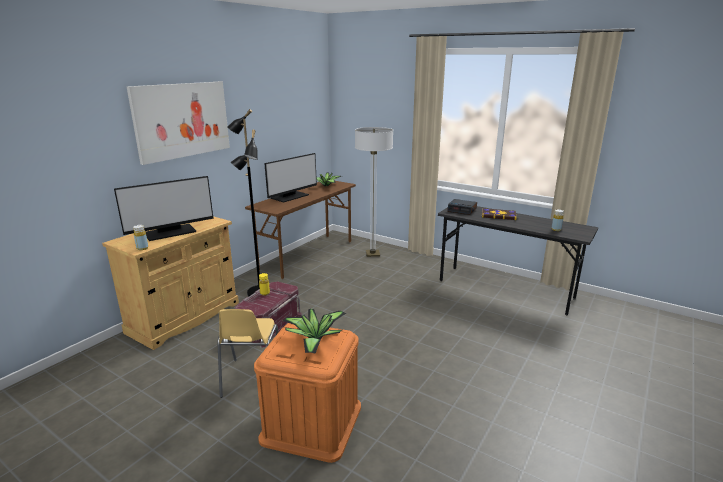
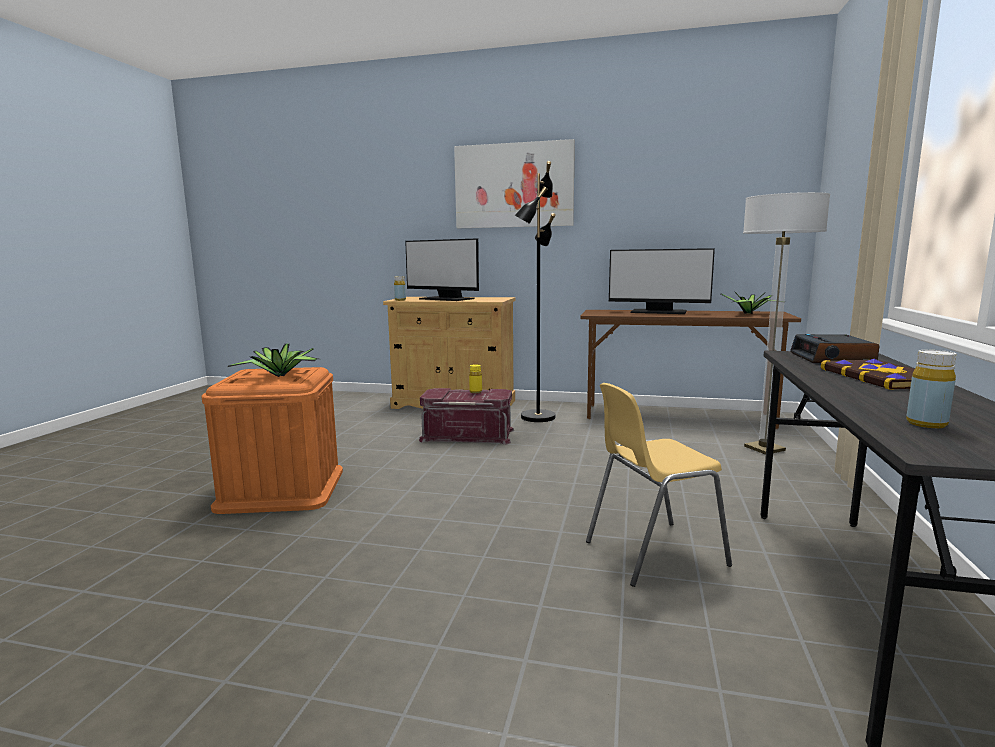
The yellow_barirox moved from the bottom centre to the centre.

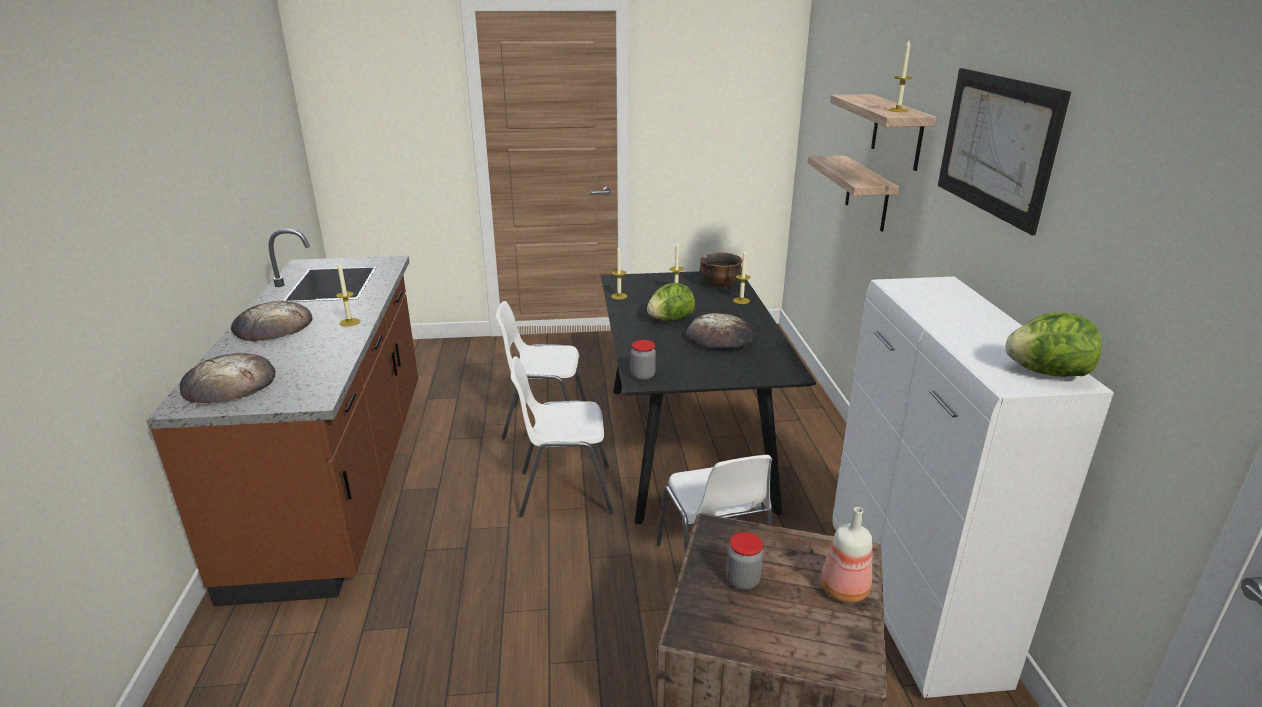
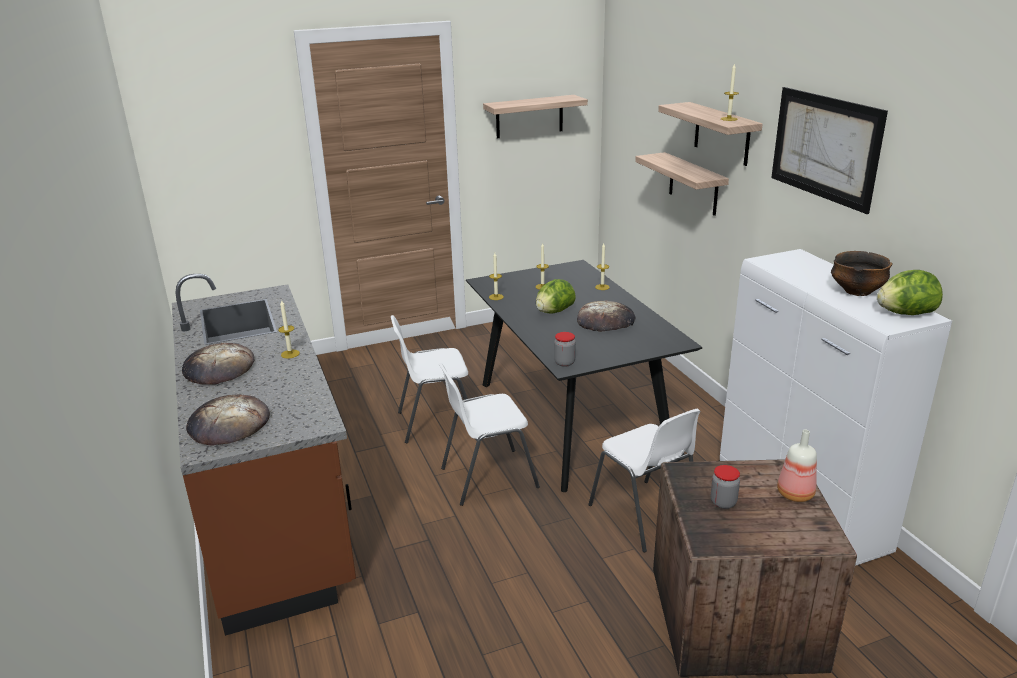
The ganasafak moved from the centre to the middle right.
The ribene (1st from left) at the top centre appeared.

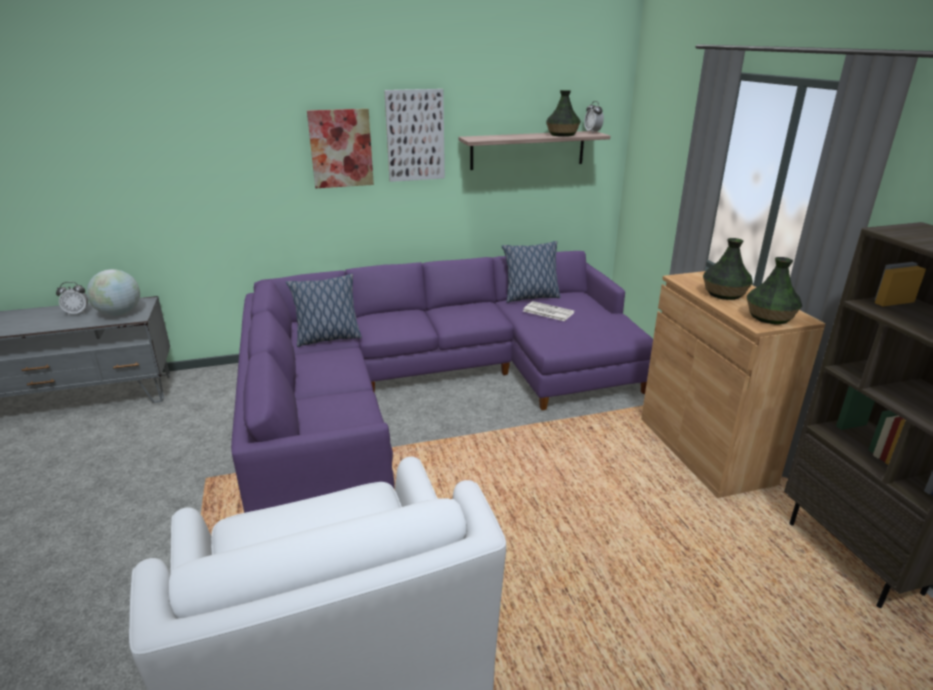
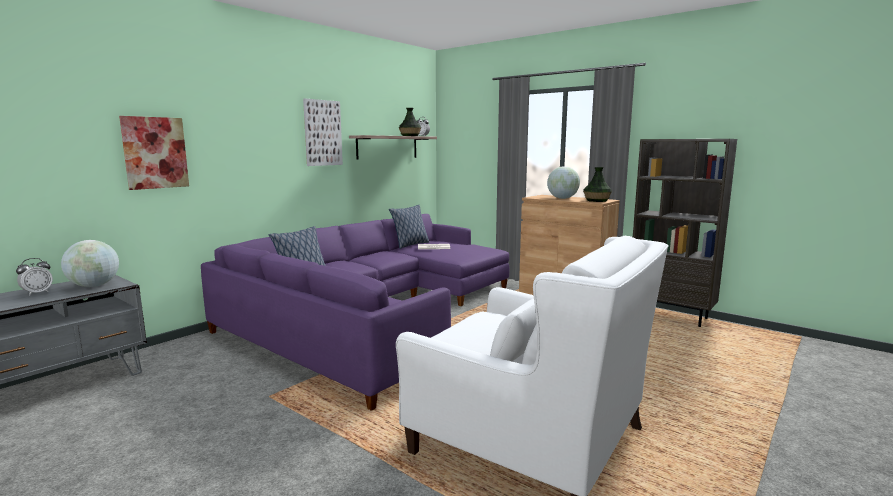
The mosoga (1st from left) moved from the top centre to the top left.
The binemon (2nd from left) at the middle right was replaced by the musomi (2nd from left) at the centre.

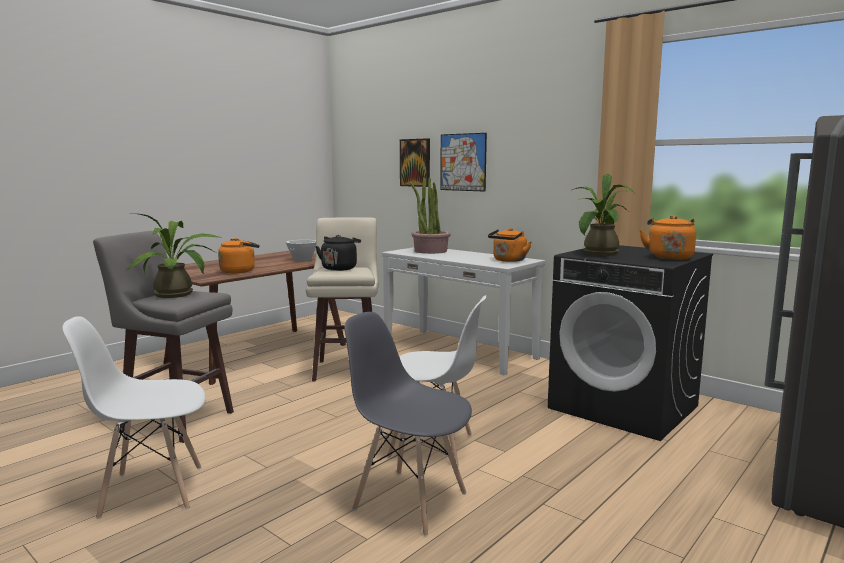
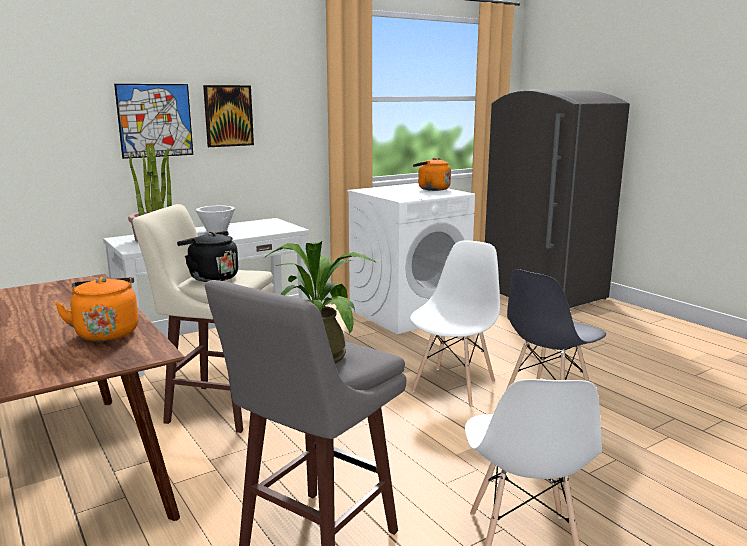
The white_ganasafak moved from the centre to the middle left.
The mosoga (1st from left in the first image) moved from the top centre to the top left.
The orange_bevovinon (2nd from left) at the centre disappeared.
The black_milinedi at the middle right became the white_milinedi at the centre.
The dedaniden (3rd from left) at the middle right disappeared.

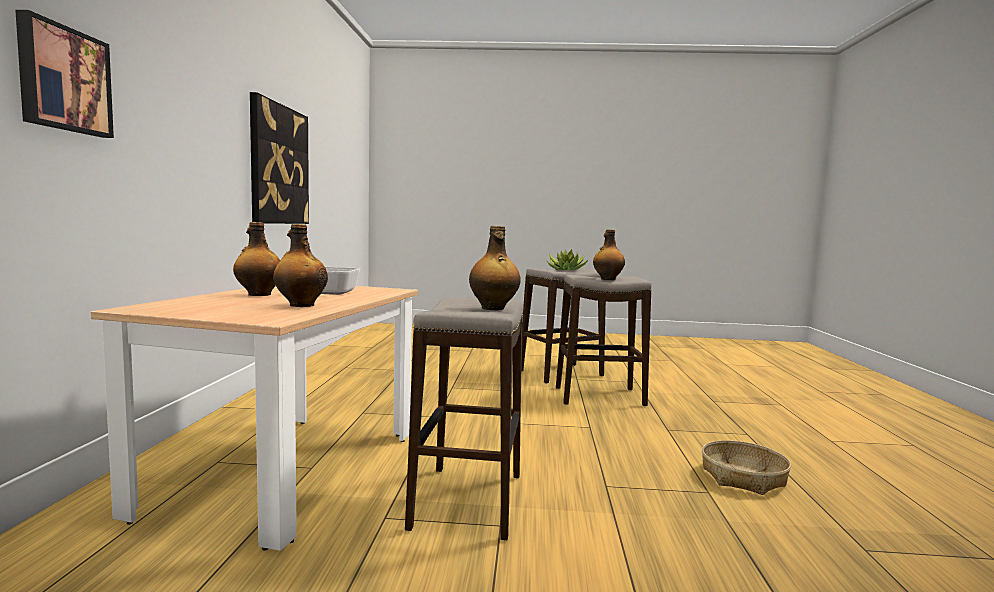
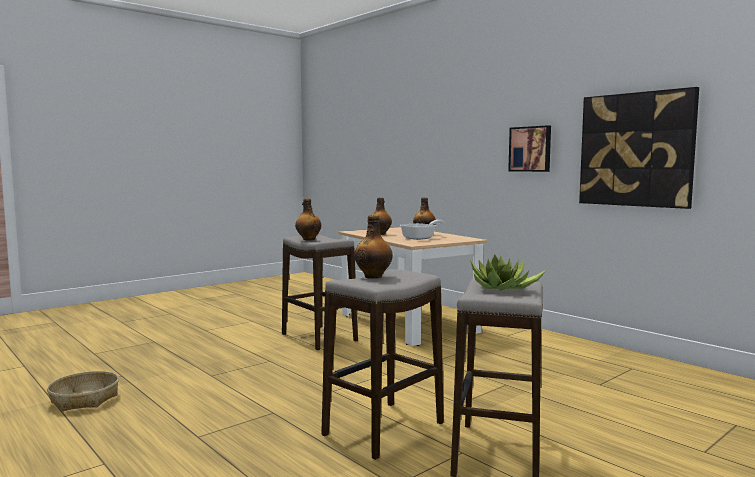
The mosoga (1st from left) moved from the top left to the top right.
The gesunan moved from the bottom right to the bottom left.

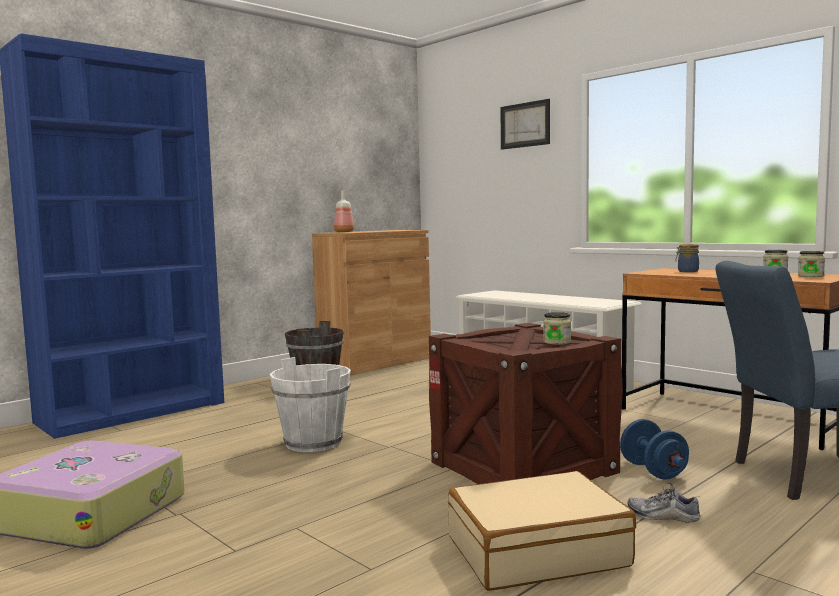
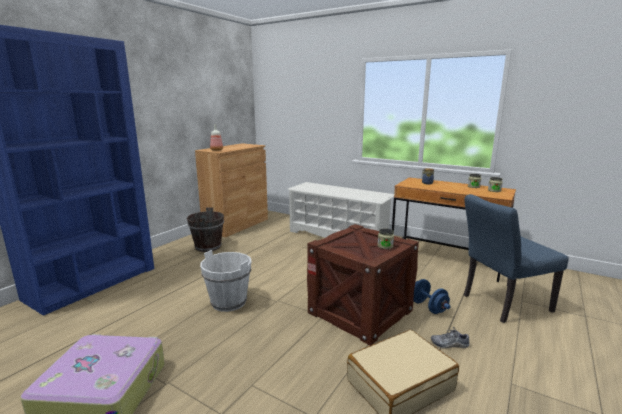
The mosoga at the top centre disappeared.

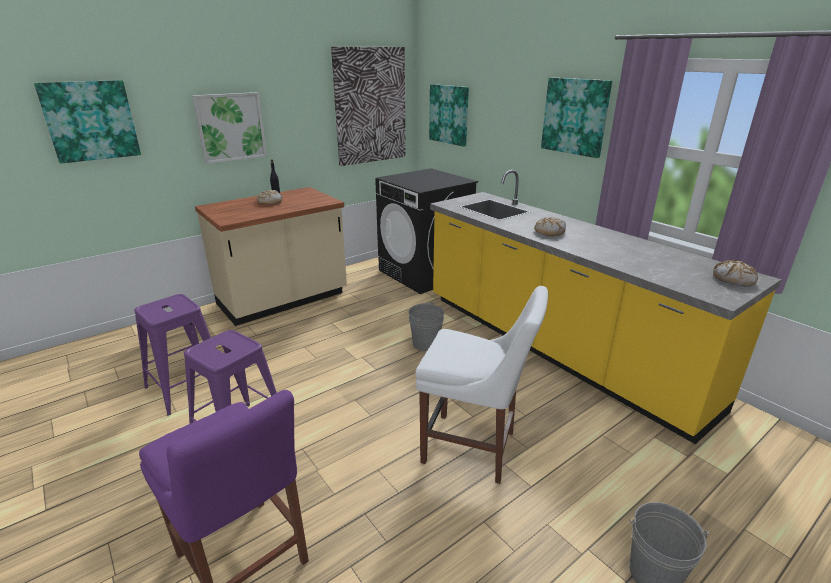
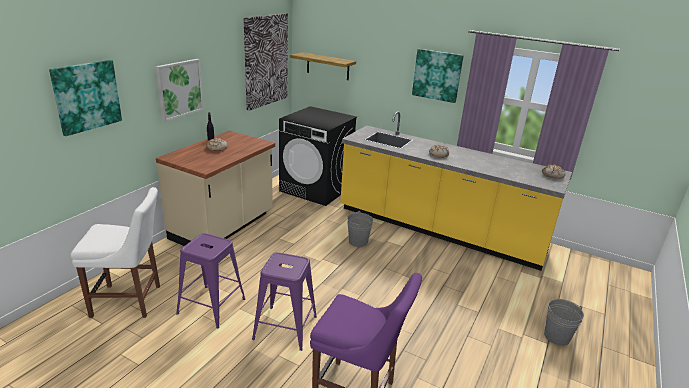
The white_barirox moved from the centre to the middle left.
The mosoga (4th from left) at the top centre was replaced by the ribene at the top centre.

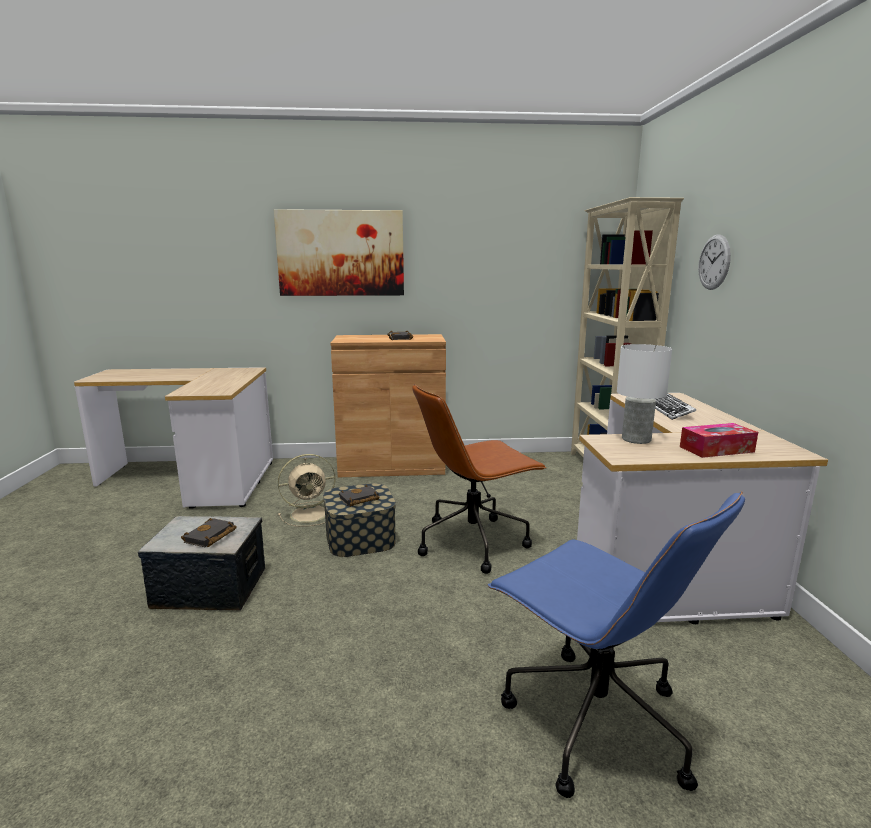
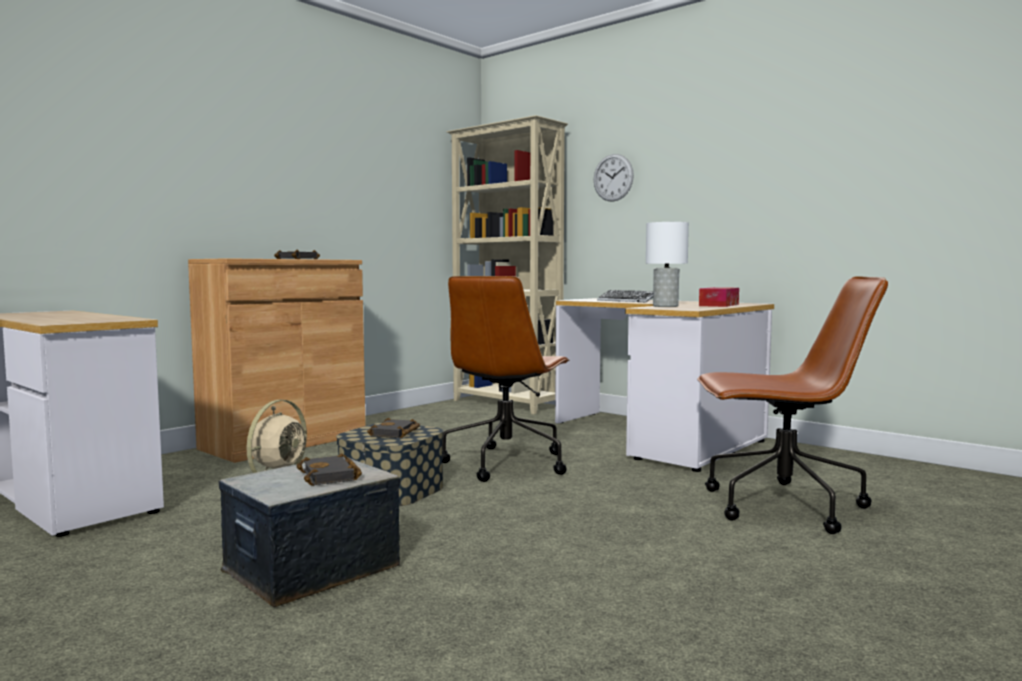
The mosoga at the top centre disappeared.
The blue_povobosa at the bottom right became the brown_povobosa (2nd from left) at the middle right.

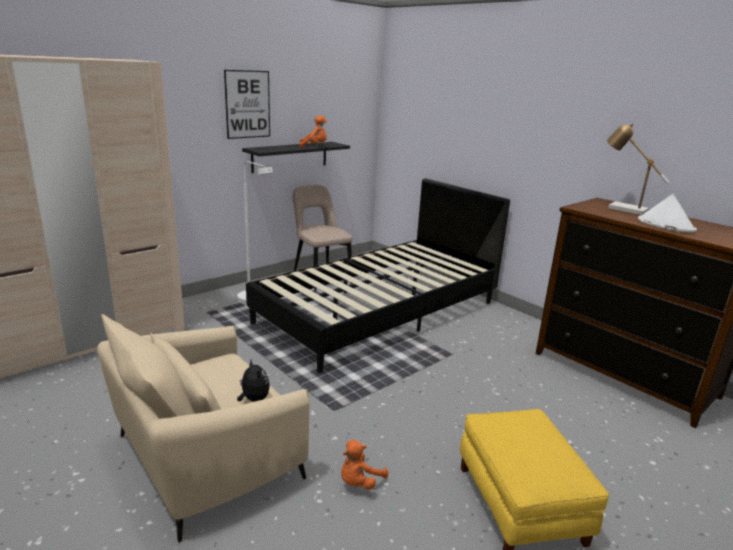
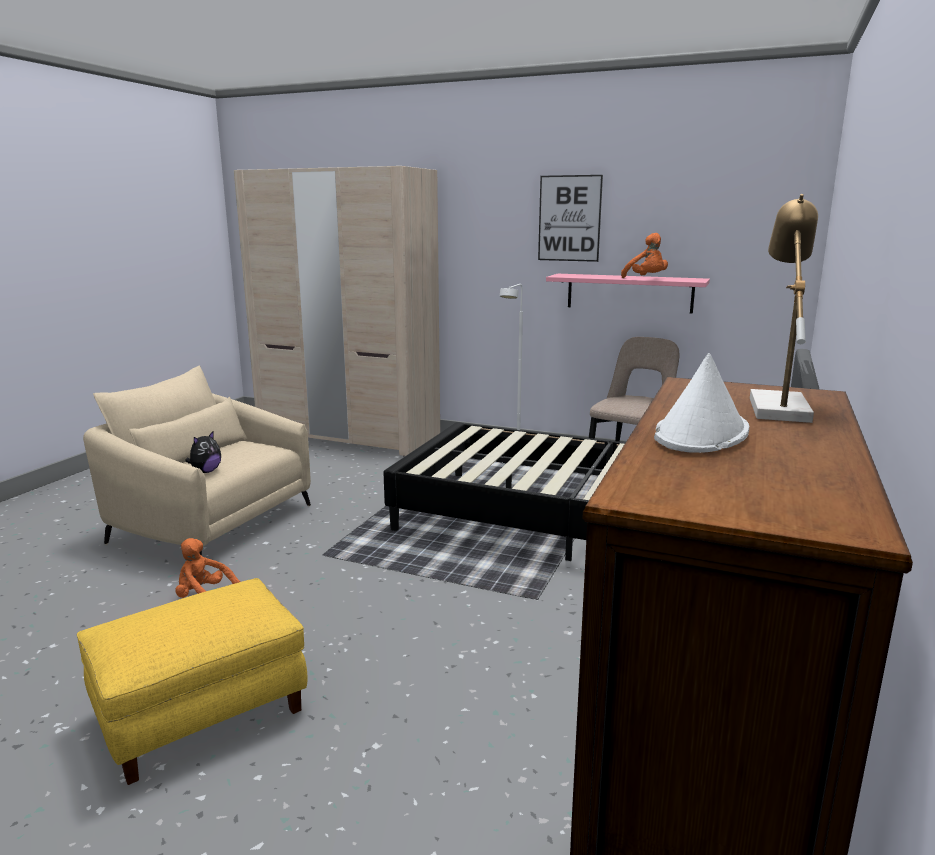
The black_ribene at the top centre became the pink_ribene at the middle right.

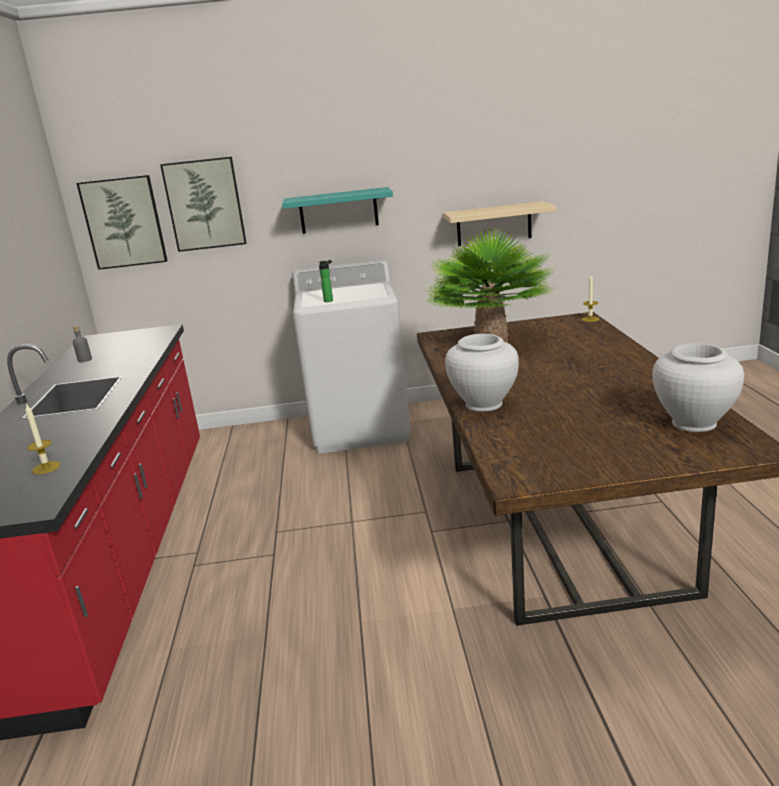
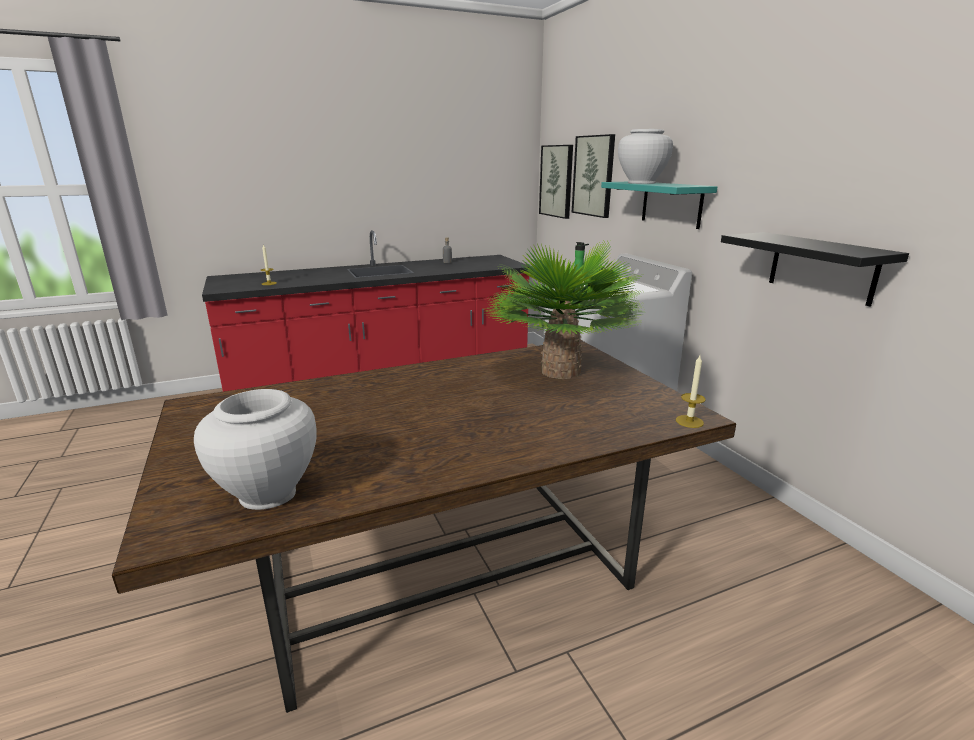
The beige_ribene at the top centre became the black_ribene at the middle right.
The white_binemon (1st from left in the first image) moved from the centre to the top centre.

